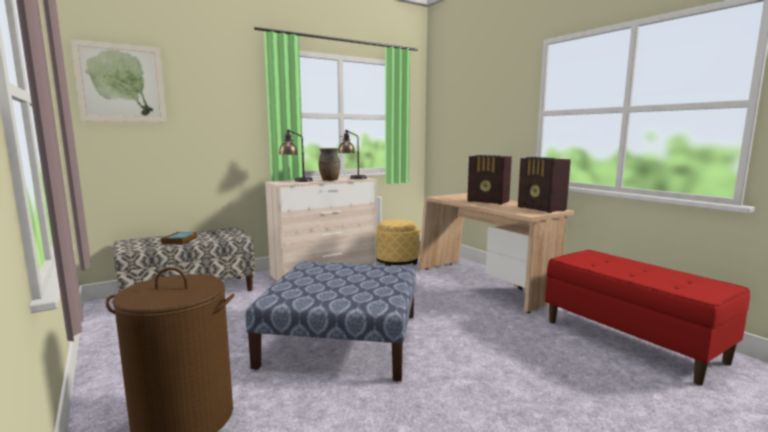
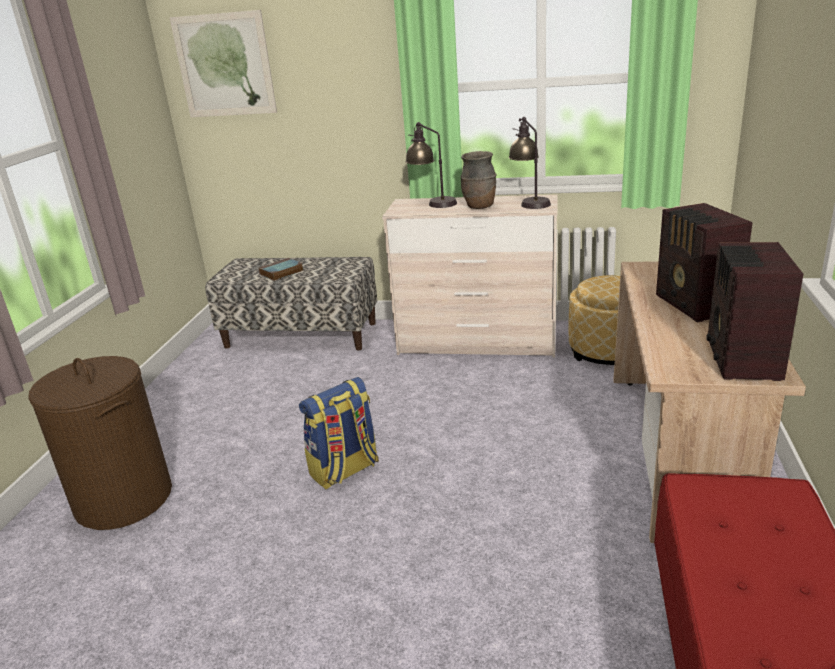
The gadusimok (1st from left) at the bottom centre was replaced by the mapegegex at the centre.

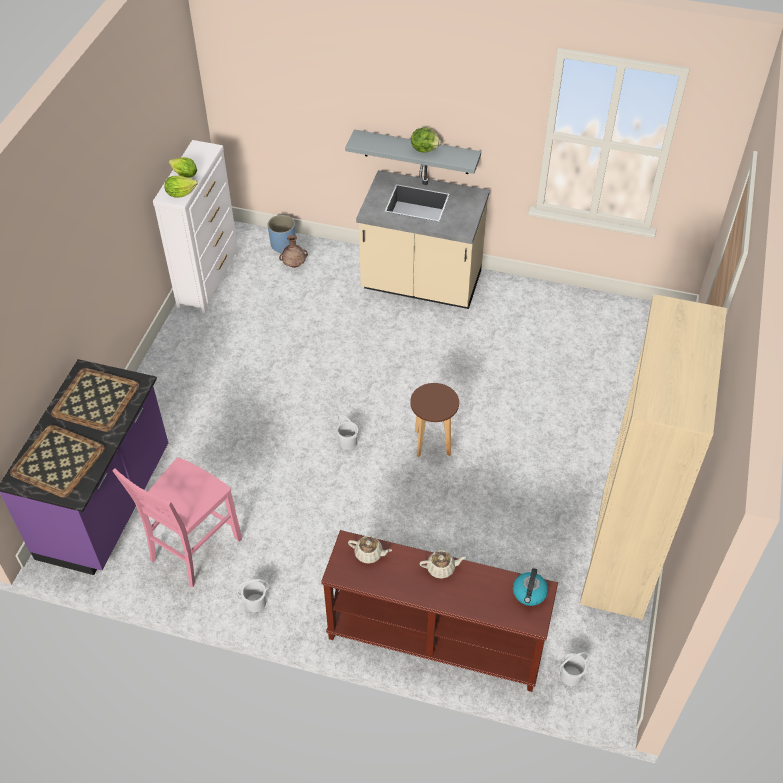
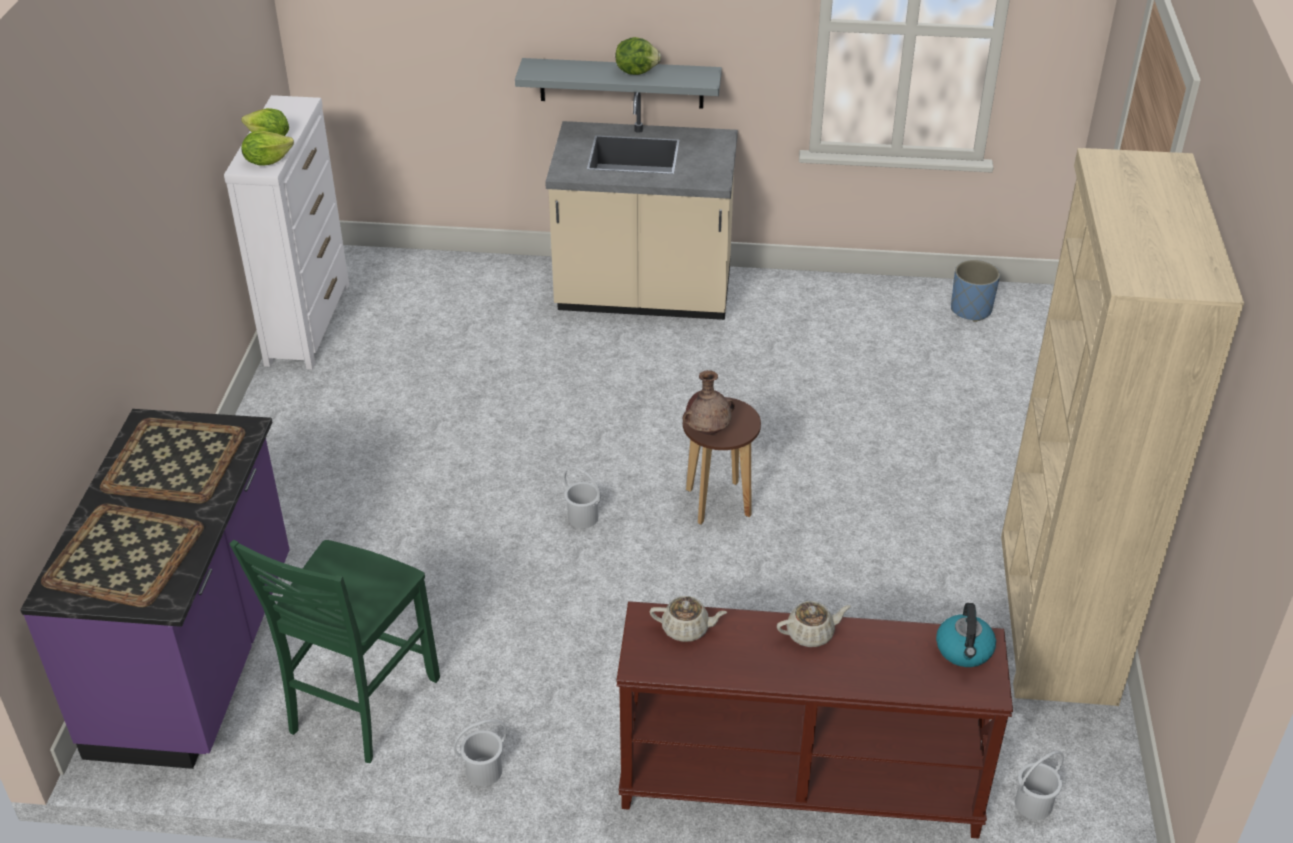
The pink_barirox at the bottom left became the green_barirox at the bottom left.
The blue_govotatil moved from the top centre to the middle right.
The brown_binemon moved from the top centre to the centre.

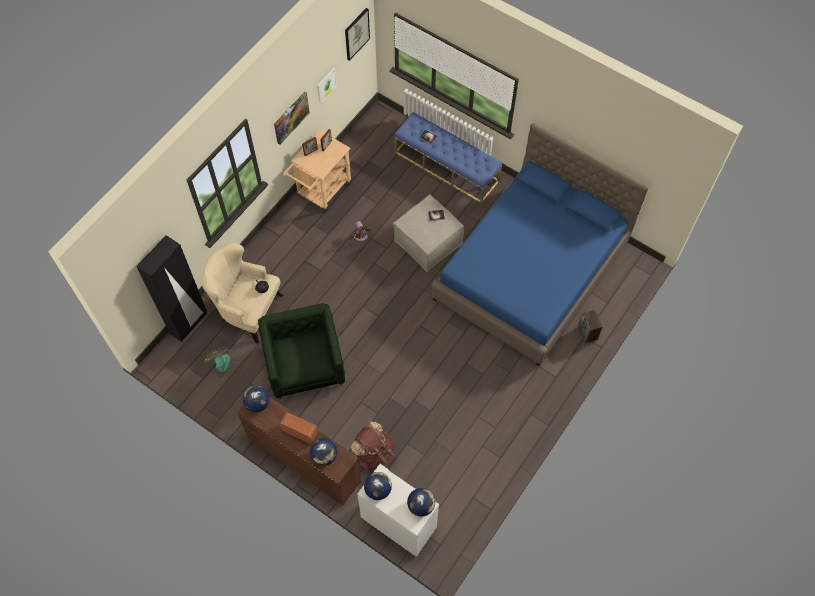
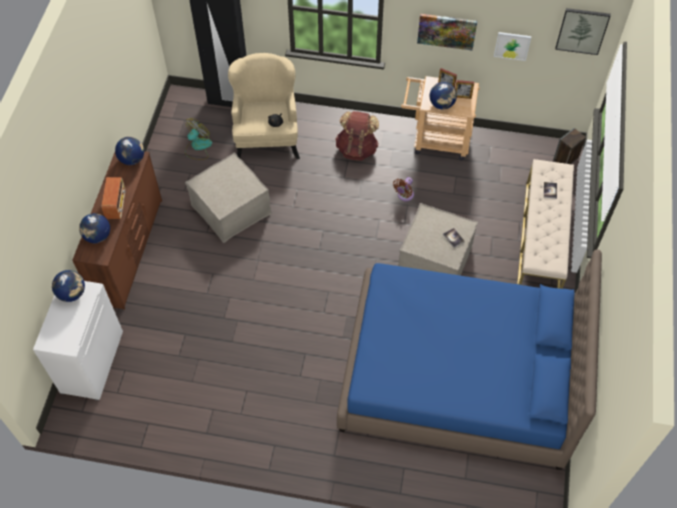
The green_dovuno at the centre was replaced by the beige_gadusimok (1st from left) at the centre.
The brown_mapegegex moved from the bottom centre to the top centre.
The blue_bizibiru at the top centre became the beige_bizibiru at the middle right.
The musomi (4th from left) moved from the bottom centre to the top centre.
The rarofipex moved from the middle right to the top right.

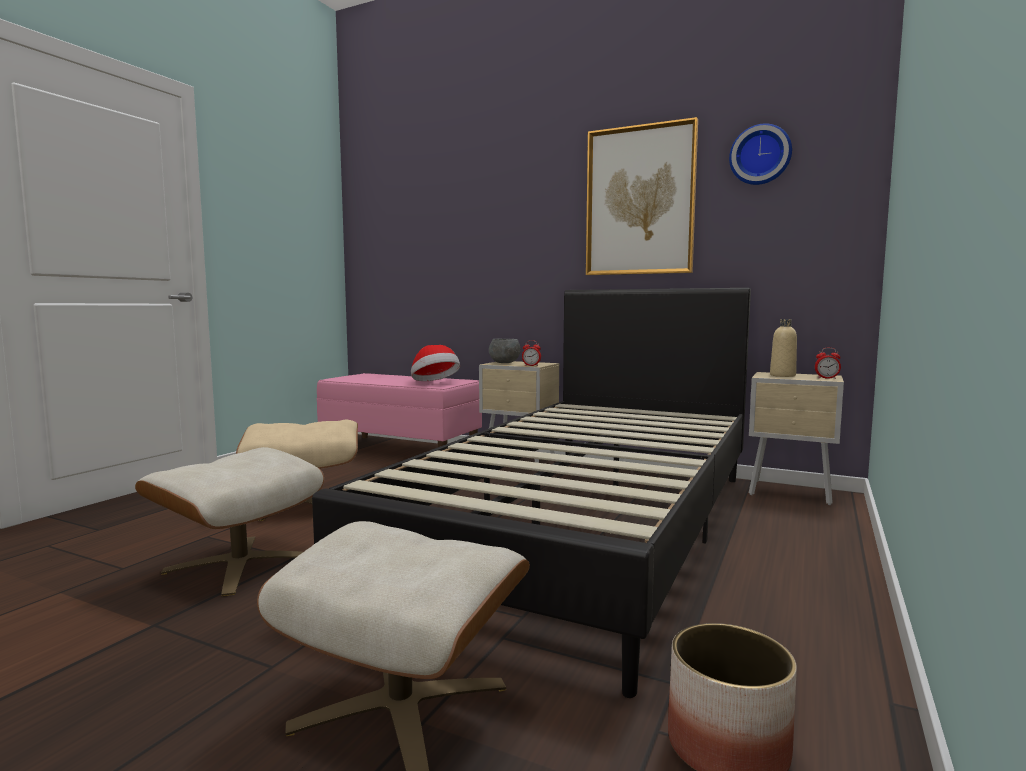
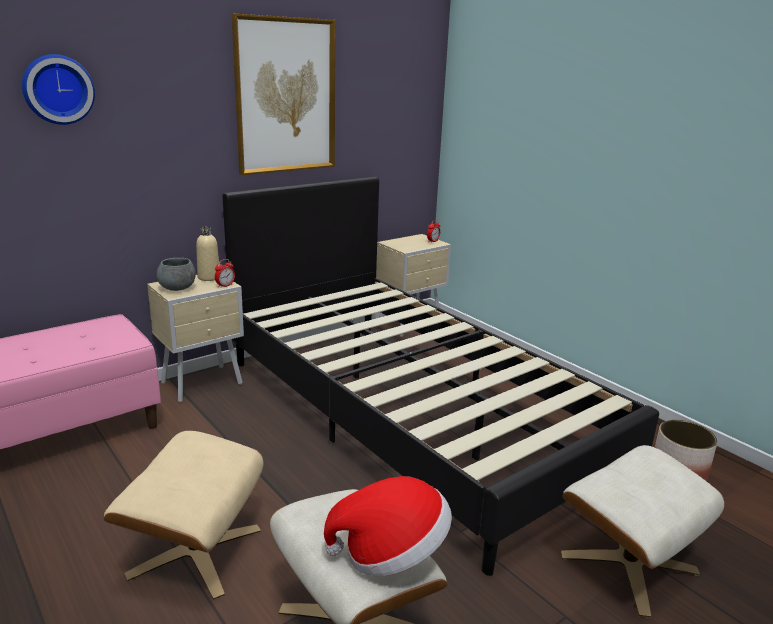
The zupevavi moved from the centre to the bottom centre.
The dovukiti moved from the top right to the top left.
The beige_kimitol moved from the middle right to the middle left.

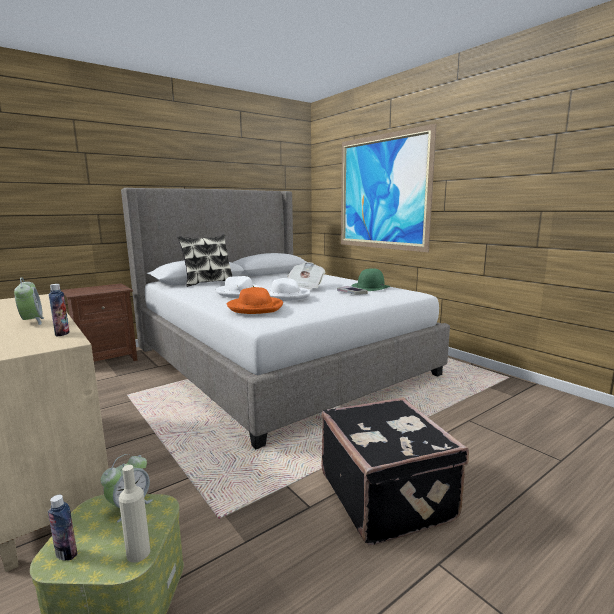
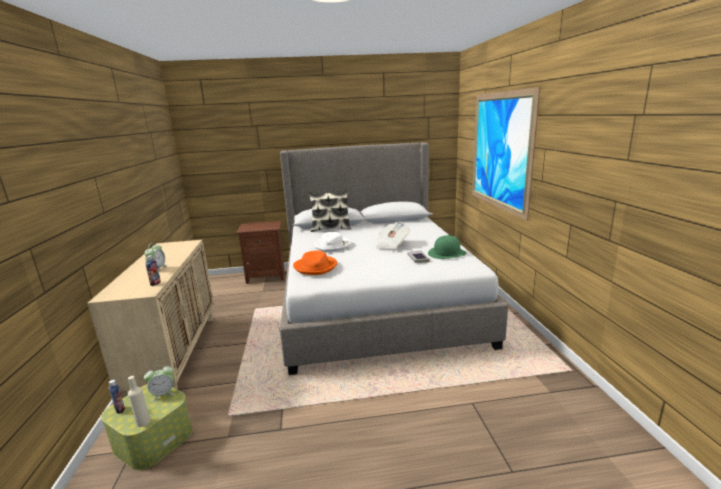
The white_zupevavi (2nd from left) at the centre disappeared.
The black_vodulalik at the bottom centre disappeared.

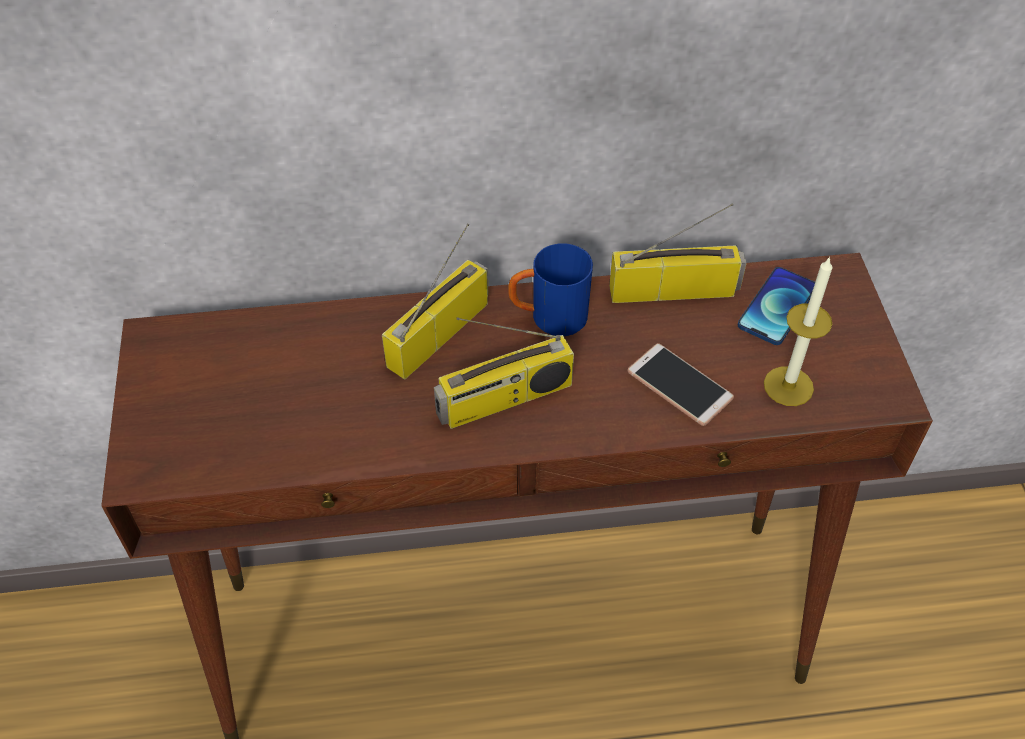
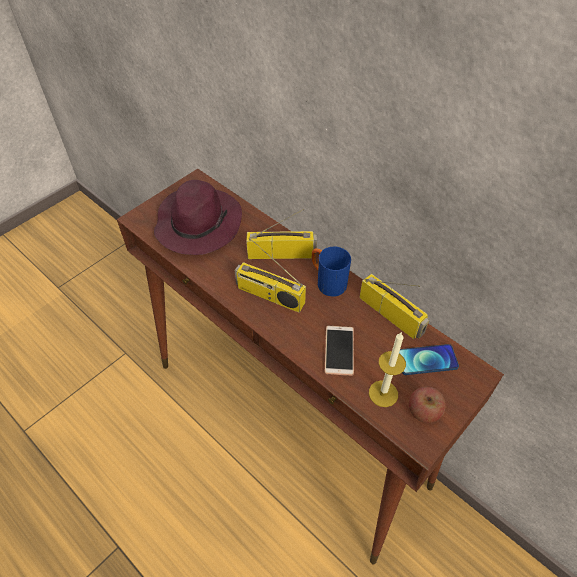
The purple_zupevavi at the centre appeared.
The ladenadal at the bottom right appeared.

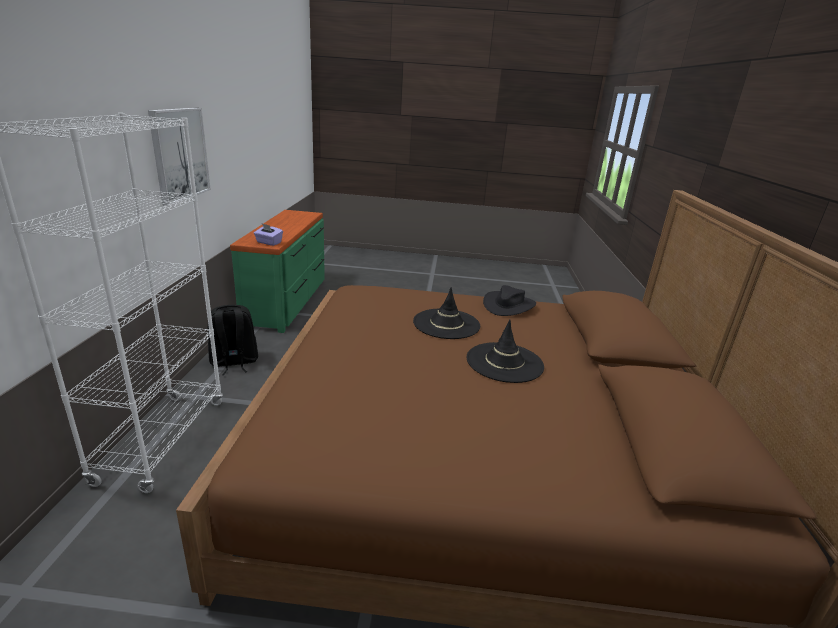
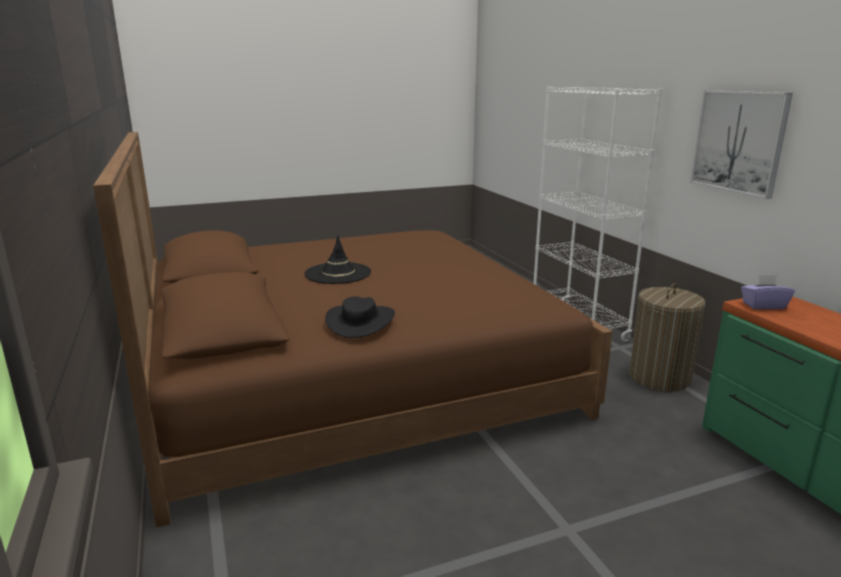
The black_mapegegex at the middle left was replaced by the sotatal at the middle right.
The black_zupevavi (1st from left) at the centre disappeared.

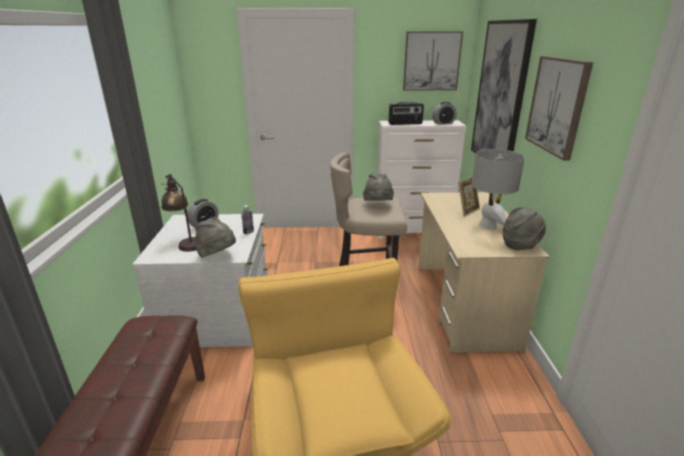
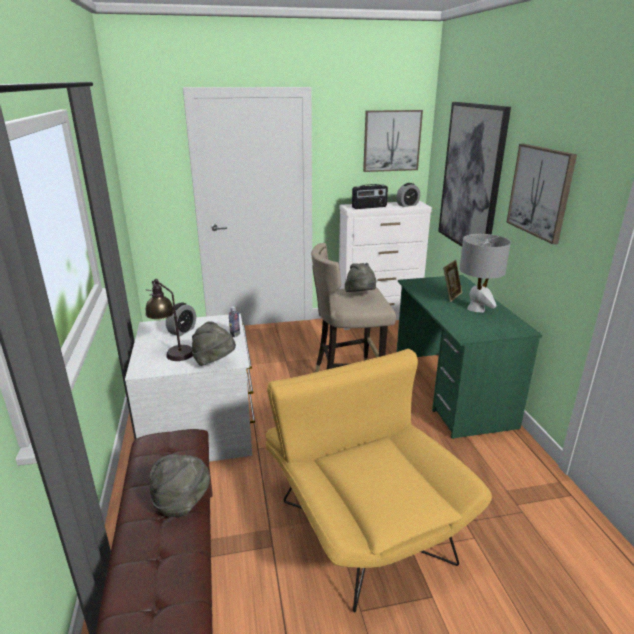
The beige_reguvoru at the middle right became the green_reguvoru at the middle right.
The grey_zupevavi (3rd from left in the first image) moved from the middle right to the bottom left.

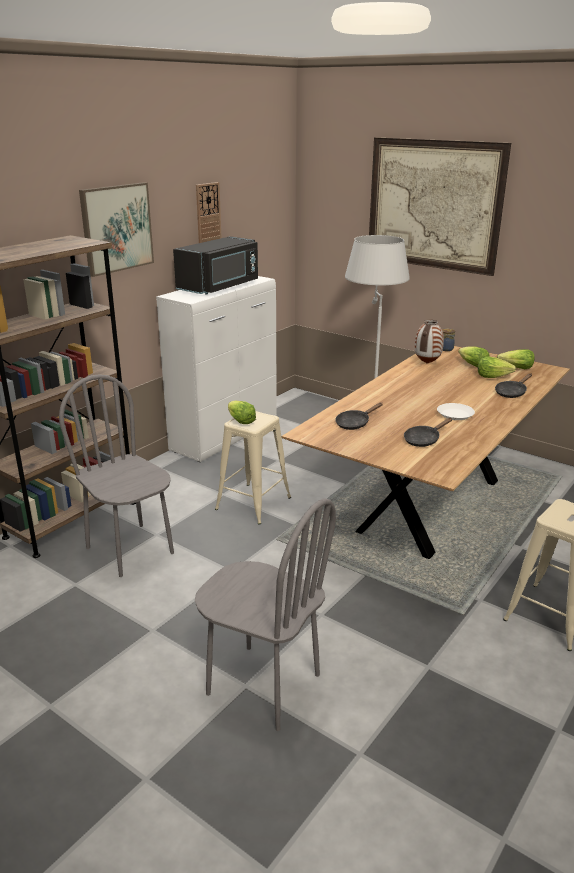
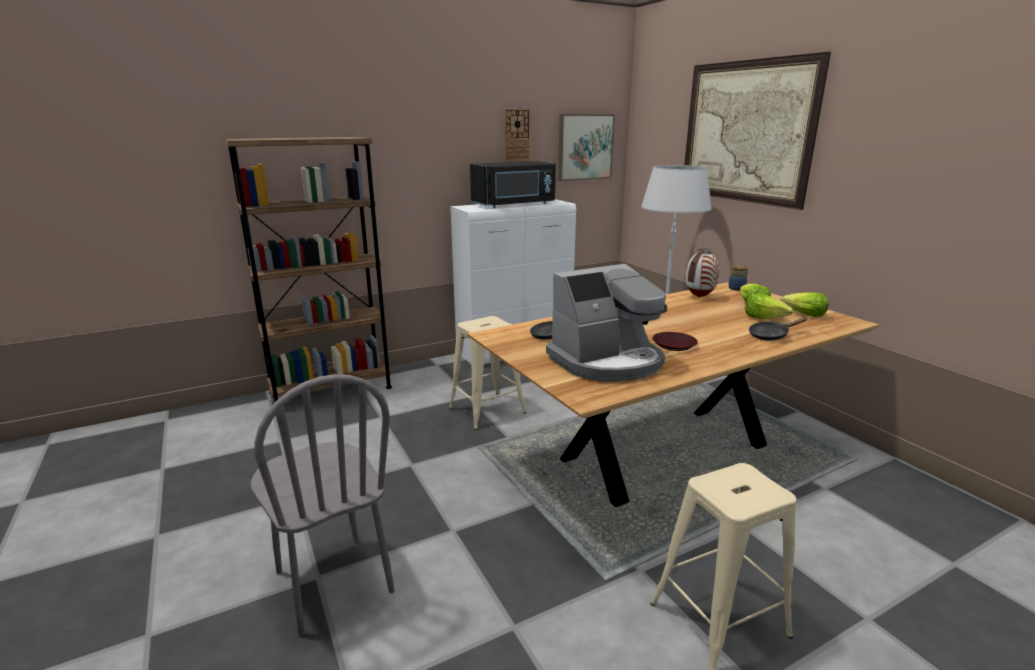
The grey_barirox (1st from left) at the middle left disappeared.
The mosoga (1st from left) moved from the top left to the top centre.
The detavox (1st from left) at the centre disappeared.
The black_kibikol (2nd from left) at the middle right was replaced by the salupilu at the centre.
The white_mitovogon at the middle right became the brown_mitovogon at the centre.

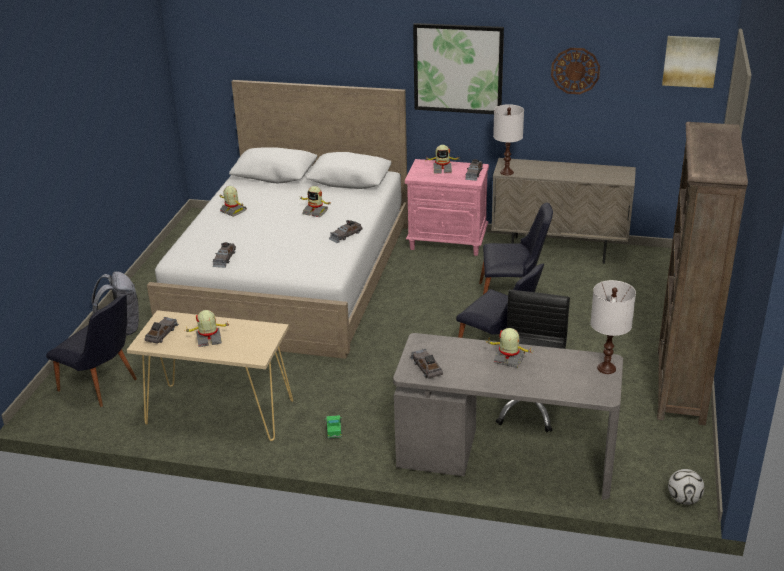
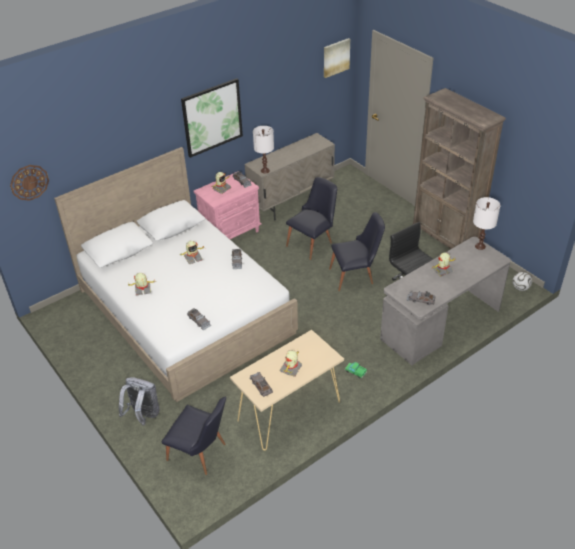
The black_barirox (1st from left) at the middle left turned 45 degrees clockwise.
The dovukiti moved from the top right to the middle left.

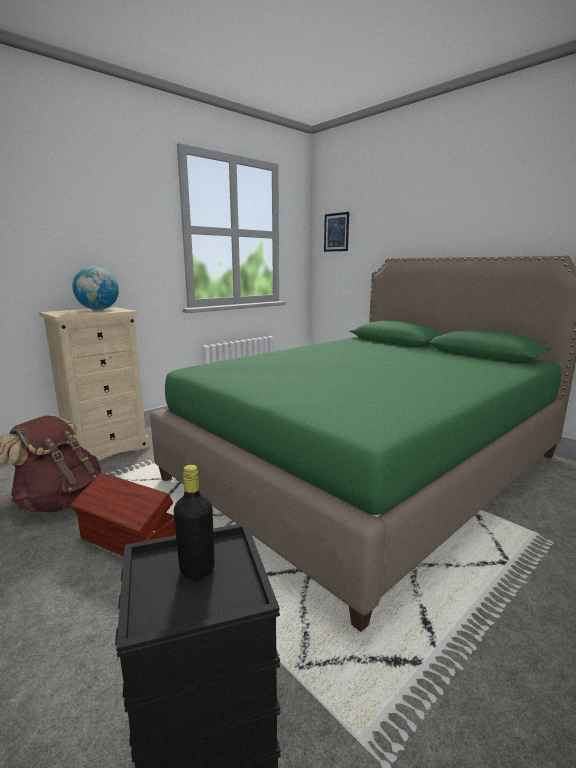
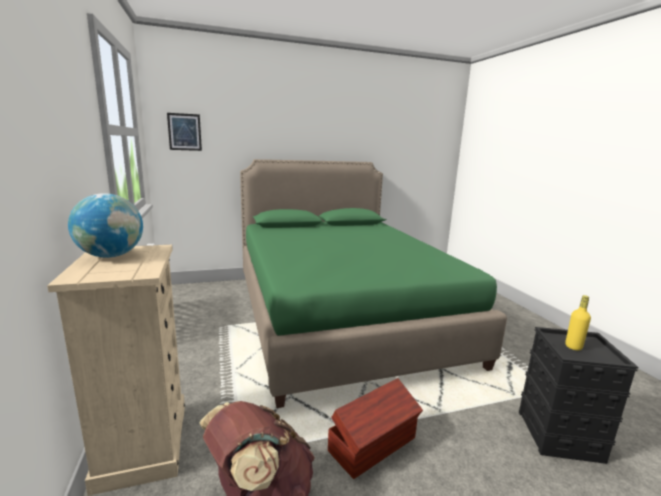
The black_kimitol at the bottom centre became the yellow_kimitol at the middle right.

